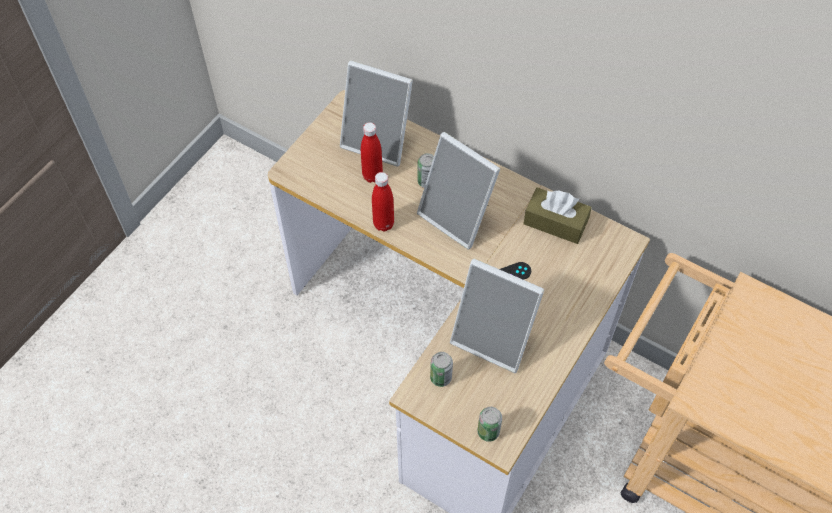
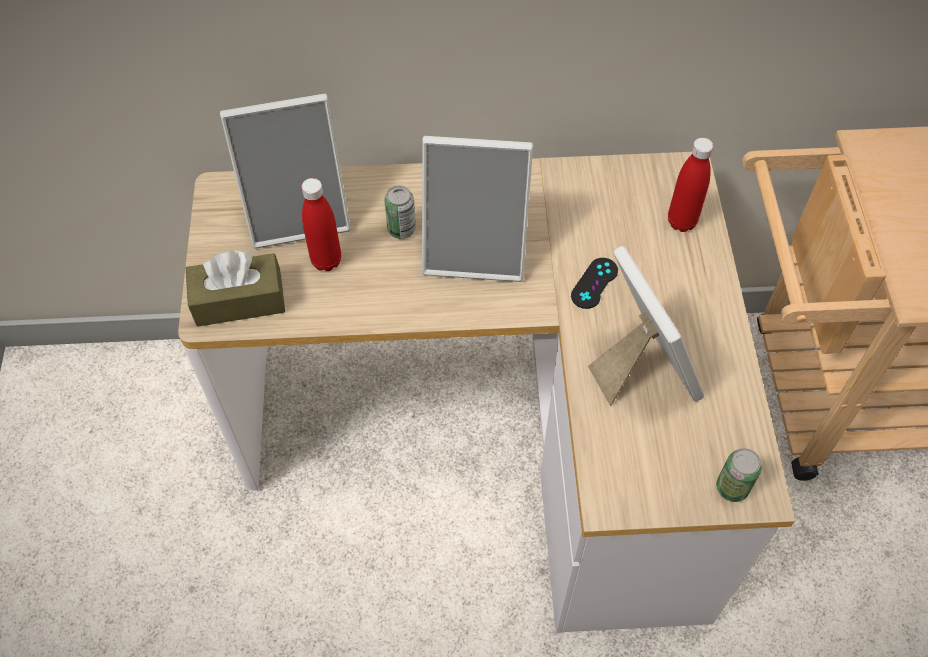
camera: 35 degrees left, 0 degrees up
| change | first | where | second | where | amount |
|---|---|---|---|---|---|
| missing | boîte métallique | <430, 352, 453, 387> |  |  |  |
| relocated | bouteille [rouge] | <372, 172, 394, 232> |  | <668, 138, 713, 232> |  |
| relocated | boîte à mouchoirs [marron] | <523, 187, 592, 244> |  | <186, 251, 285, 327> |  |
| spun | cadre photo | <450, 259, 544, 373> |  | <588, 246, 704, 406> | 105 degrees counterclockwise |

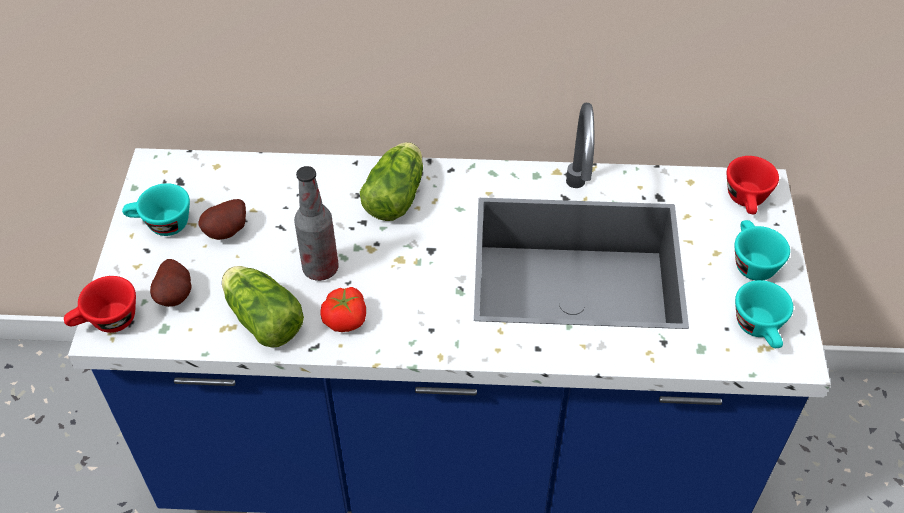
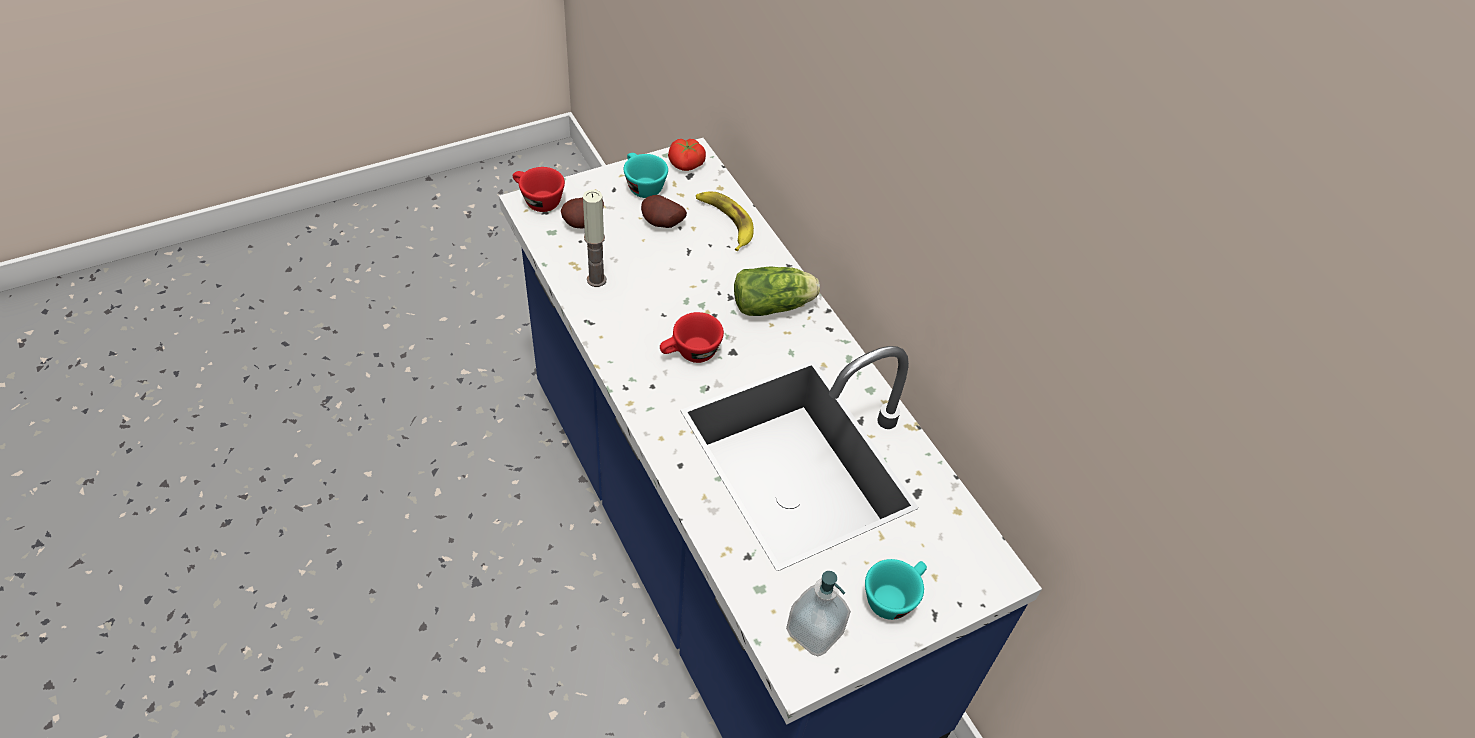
camera: 55 degrees right, 0 degrees up
| change | first | where | second | where | amount |
|---|---|---|---|---|---|
| missing | bouteille | <294, 166, 339, 281> |  |  |  |
| appeared |  |  | banane | <696, 191, 754, 251> |  |
| relocated | tomate | <320, 287, 366, 332> |  | <668, 139, 706, 171> |  |
| relocated | tasse [rouge] | <727, 156, 779, 214> |  | <660, 312, 724, 363> |  |
| exchanged | laitue | <222, 266, 304, 348> | bougie | <583, 190, 606, 287> |  |
| exchanged | tasse [turquoise] | <735, 280, 793, 348> | distributeur de savon | <786, 571, 851, 656> |  |

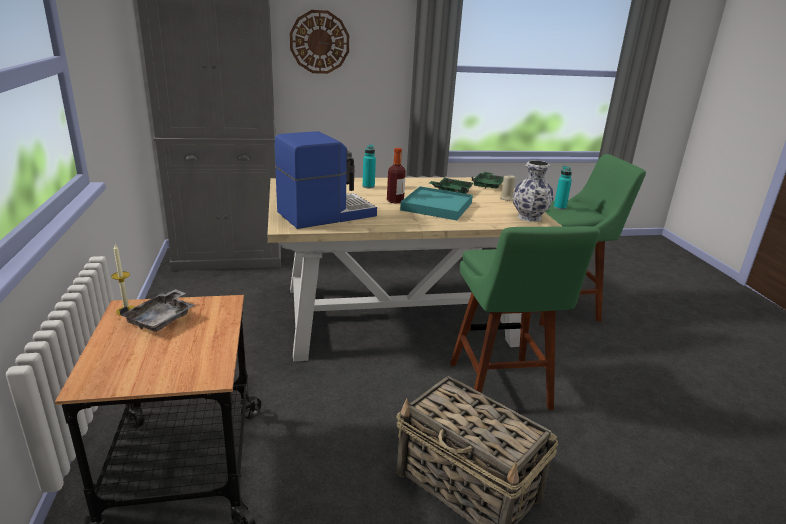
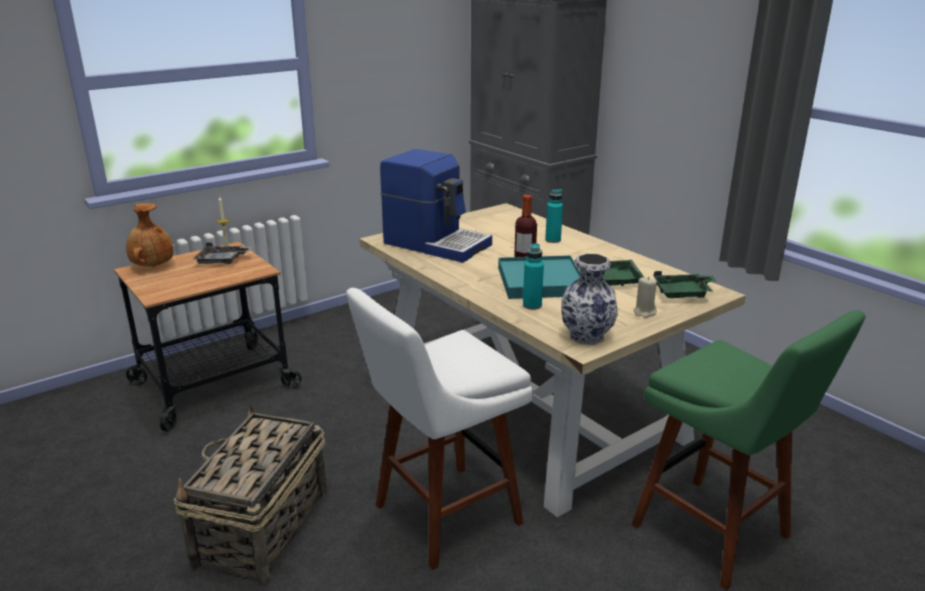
camera: 65 degrees right, 0 degrees up
| change | first | where | second | where | amount |
|---|---|---|---|---|---|
| missing | horloge murale | <290, 10, 349, 74> |  |  |  |
| appeared |  |  | vase [marron] | <126, 203, 173, 267> |  |
| relocated | bouteille [turquoise] | <554, 166, 572, 210> |  | <523, 243, 544, 310> |  |
| colour | tabouret [vert] | <450, 226, 600, 410> | tabouret [blanc] | <346, 288, 534, 570> |  |

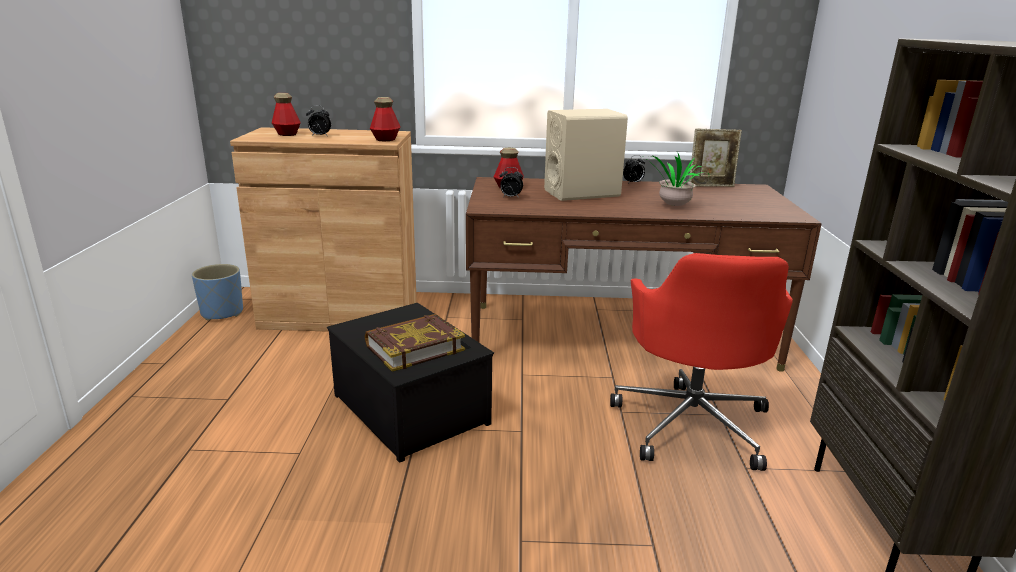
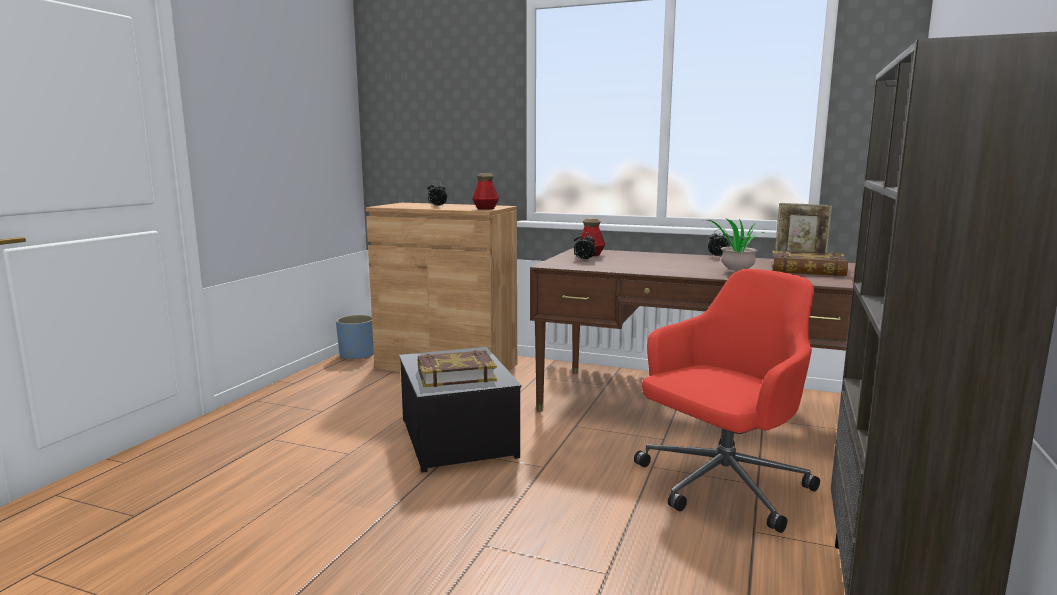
camera: 20 degrees right, 10 degrees down
| change | first | where | second | where | amount |
|---|---|---|---|---|---|
| missing | bouteille | <272, 93, 301, 136> |  |  |  |
| missing | enceinte [beige] | <544, 109, 628, 201> |  |  |  |
| appeared |  |  | livre | <771, 251, 848, 276> |  |
| spun | chaise de bureau [rouge] | <610, 253, 793, 471> |  | <634, 269, 820, 533> | 150 degrees counterclockwise |

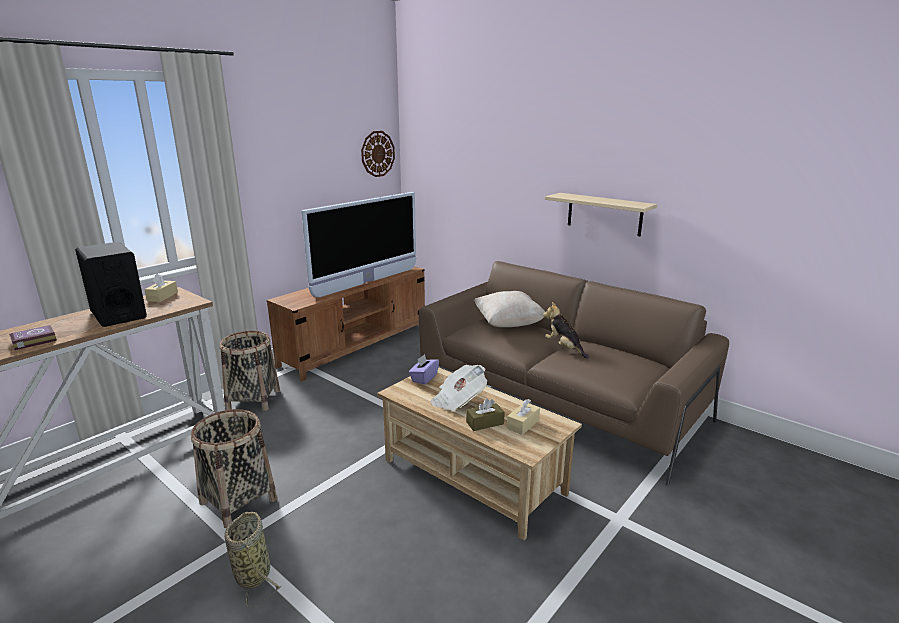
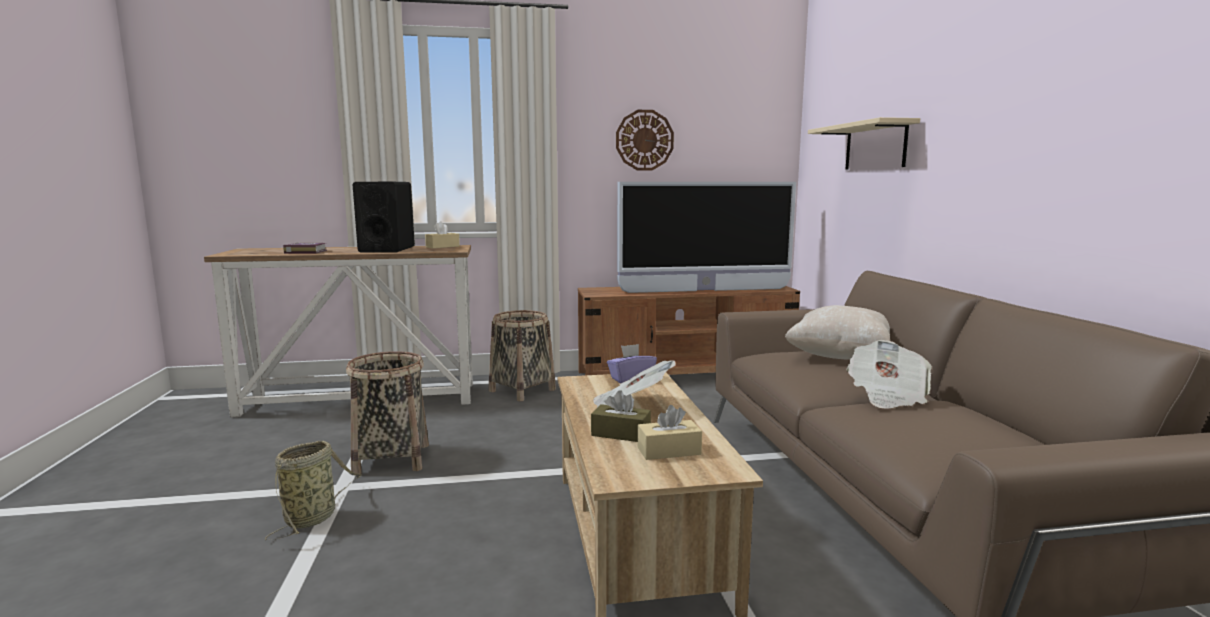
camera: 40 degrees right, 10 degrees down
| change | first | where | second | where | amount |
|---|---|---|---|---|---|
| relocated | horloge murale | <361, 131, 395, 177> |  | <616, 110, 674, 170> |  |
| relocated | étagère [beige] | <545, 193, 657, 236> |  | <808, 117, 920, 169> |  |
| exchanged | peluche | <543, 302, 589, 359> | journal | <846, 340, 932, 409> |  |

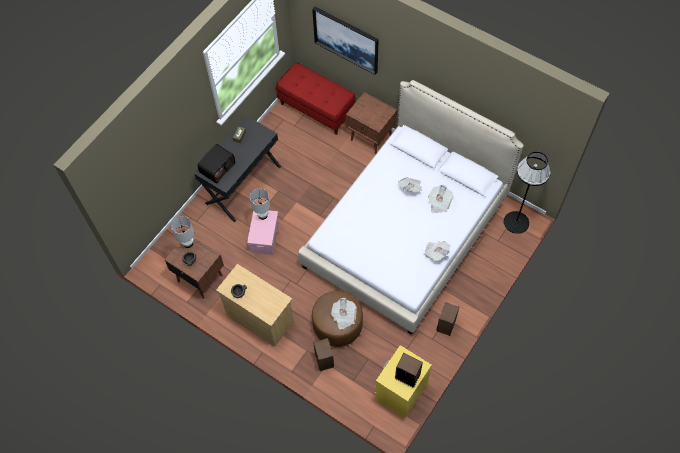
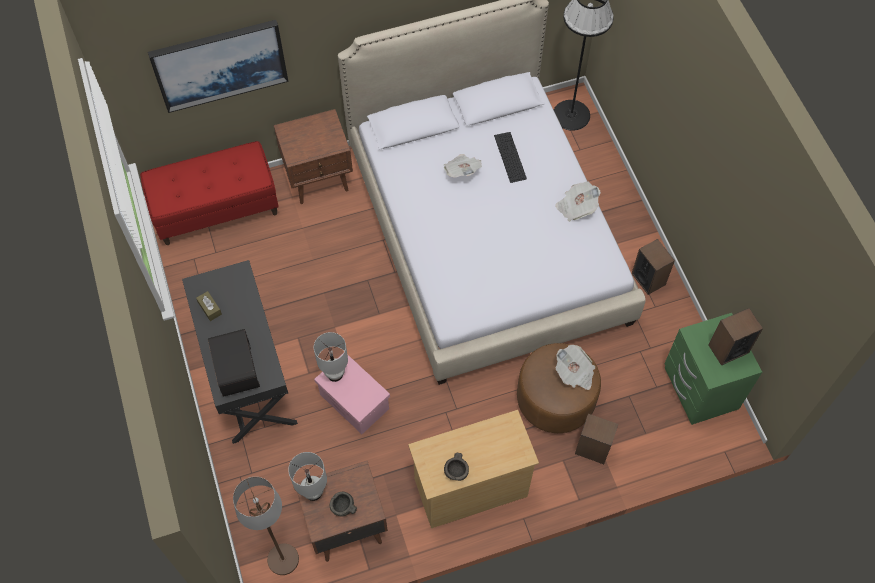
camera: 55 degrees left, 0 degrees up
| change | first | where | second | where | amount |
|---|---|---|---|---|---|
| appeared |  |  | lampadaire [marron] | <233, 477, 299, 575> |  |
| exchanged | journal | <428, 185, 453, 213> | clavier | <494, 132, 527, 183> |  |
| colour | table de chevet [jaune] | <375, 345, 432, 419> | table de chevet [vert] | <664, 313, 762, 425> |  |

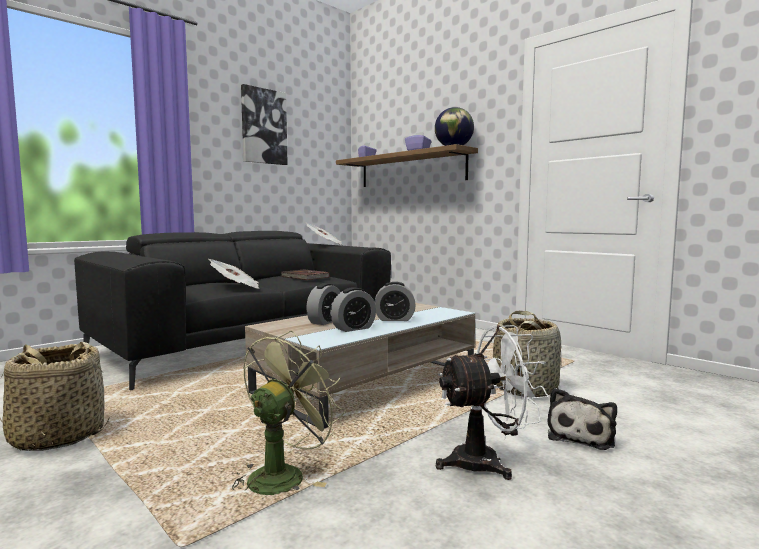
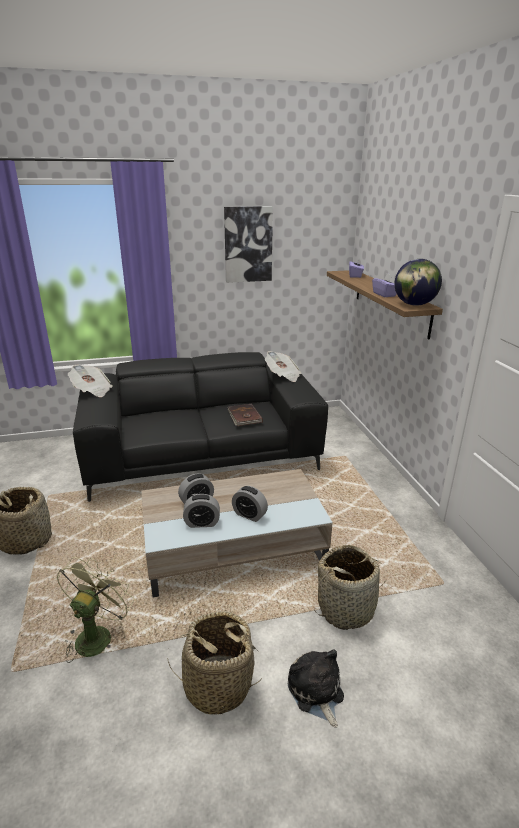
camera: 30 degrees right, 20 degrees up
| change | first | where | second | where | amount |
|---|---|---|---|---|---|
| relocated | journal | <209, 259, 260, 289> |  | <68, 365, 113, 397> |  |
| exchanged | ventilateur [blanc] | <436, 325, 549, 480> | panier | <167, 611, 260, 715> |  |
| spun | ventilateur [vert] | <232, 331, 346, 495> |  | <57, 557, 134, 663> | 45 degrees counterclockwise |
| spun | peluche | <547, 388, 617, 450> |  | <288, 649, 344, 728> | 105 degrees clockwise |

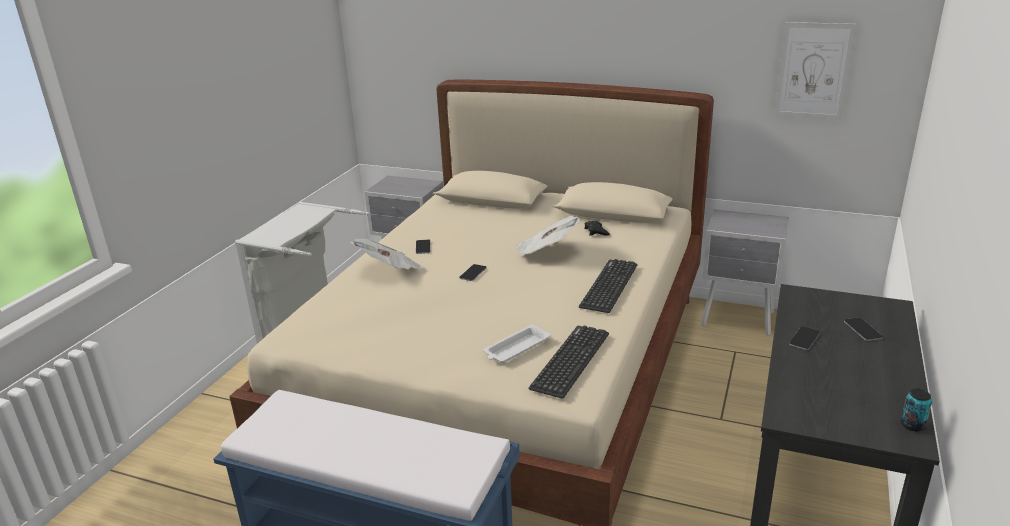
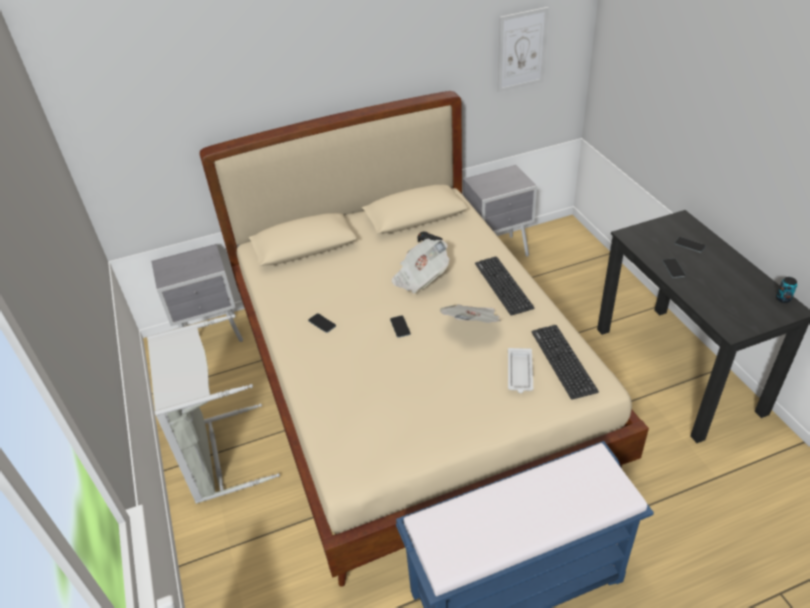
camera: 40 degrees left, 15 degrees up
| change | first | where | second | where | amount |
|---|---|---|---|---|---|
| relocated | journal | <350, 238, 425, 270> |  | <440, 304, 501, 323> |  |

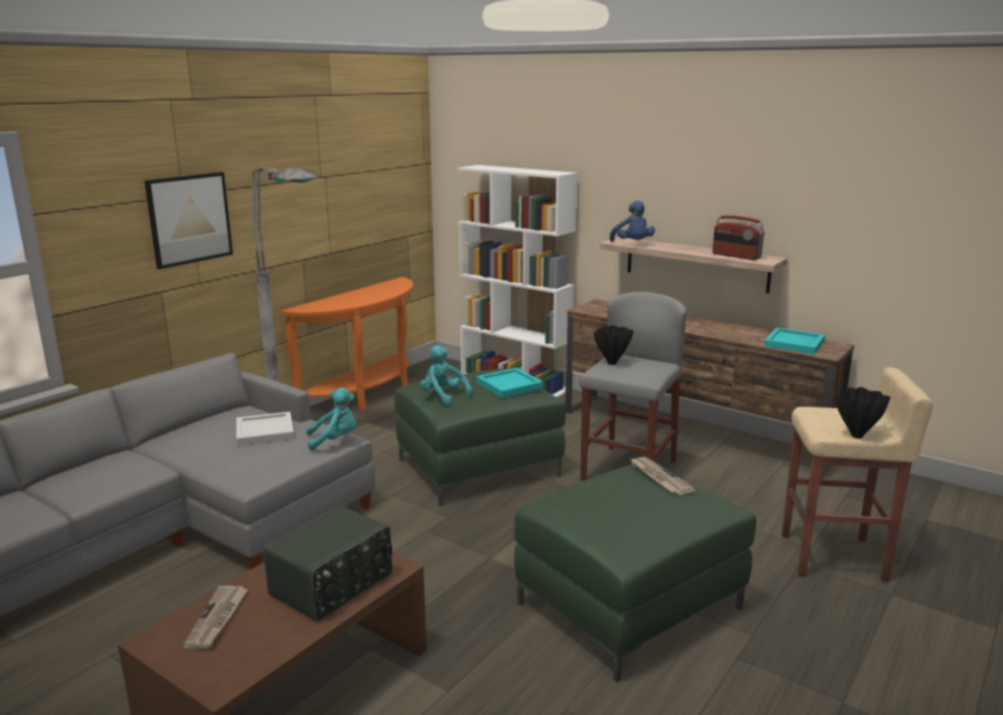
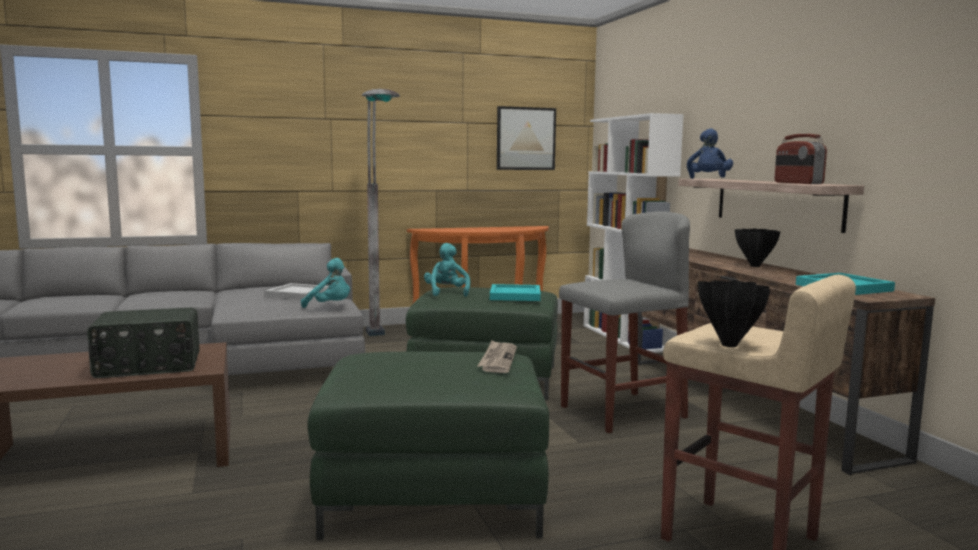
camera: 35 degrees right, 10 degrees down
| change | first | where | second | where | amount |
|---|---|---|---|---|---|
| missing | journal | <183, 586, 248, 649> |  |  |  |
| relocated | tableau | <144, 172, 233, 269> |  | <497, 106, 556, 170> |  |
| relocated | vase [noir] | <594, 325, 634, 365> |  | <735, 229, 780, 267> |  |

